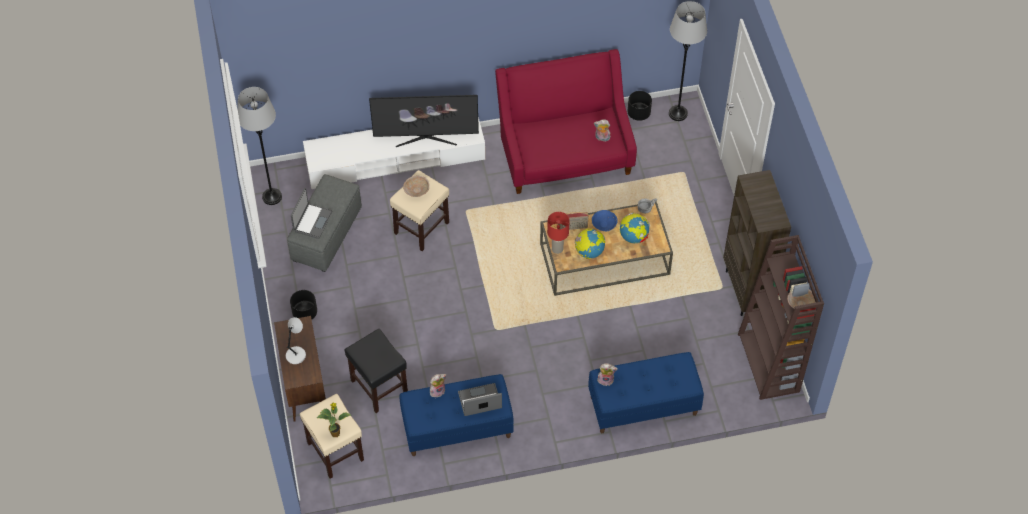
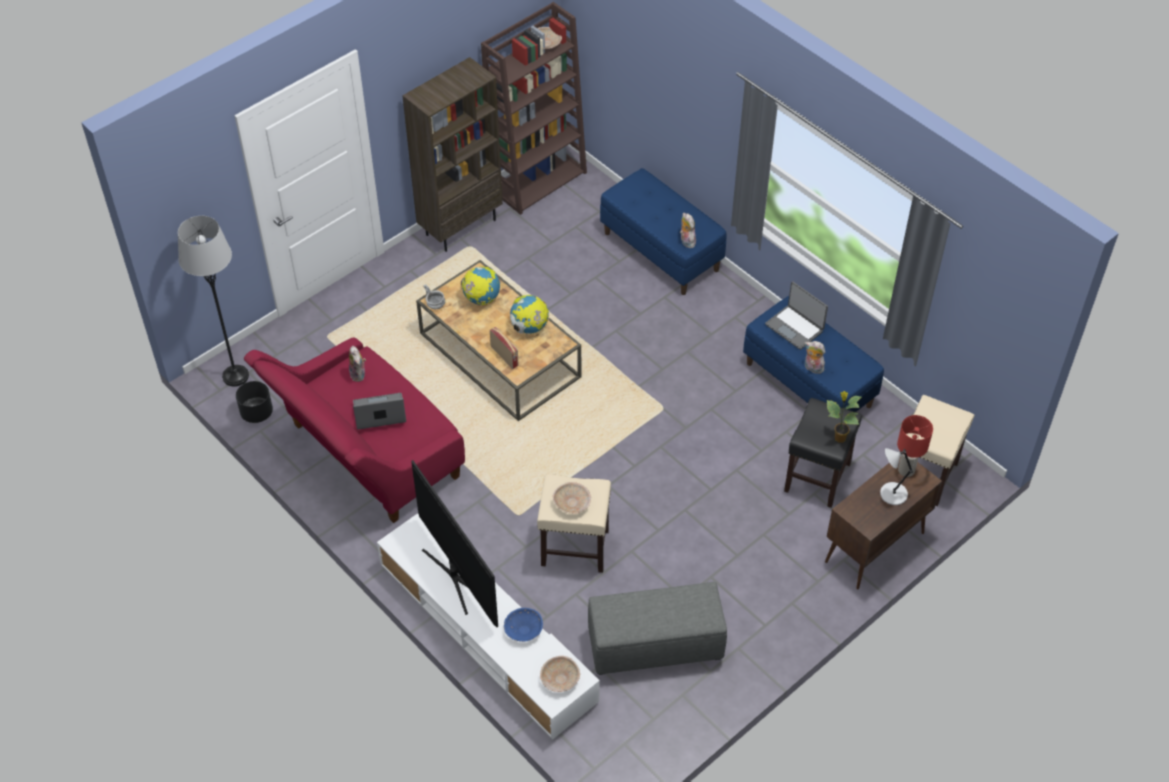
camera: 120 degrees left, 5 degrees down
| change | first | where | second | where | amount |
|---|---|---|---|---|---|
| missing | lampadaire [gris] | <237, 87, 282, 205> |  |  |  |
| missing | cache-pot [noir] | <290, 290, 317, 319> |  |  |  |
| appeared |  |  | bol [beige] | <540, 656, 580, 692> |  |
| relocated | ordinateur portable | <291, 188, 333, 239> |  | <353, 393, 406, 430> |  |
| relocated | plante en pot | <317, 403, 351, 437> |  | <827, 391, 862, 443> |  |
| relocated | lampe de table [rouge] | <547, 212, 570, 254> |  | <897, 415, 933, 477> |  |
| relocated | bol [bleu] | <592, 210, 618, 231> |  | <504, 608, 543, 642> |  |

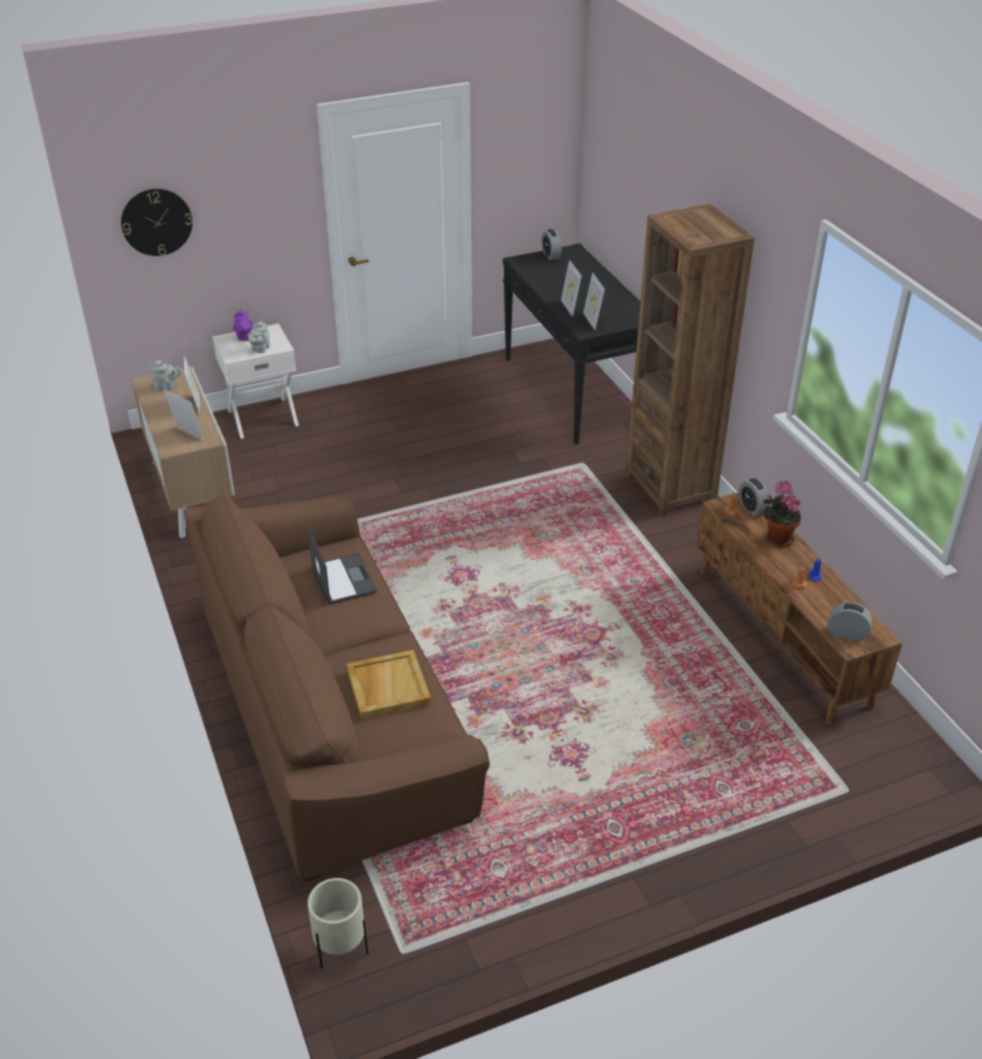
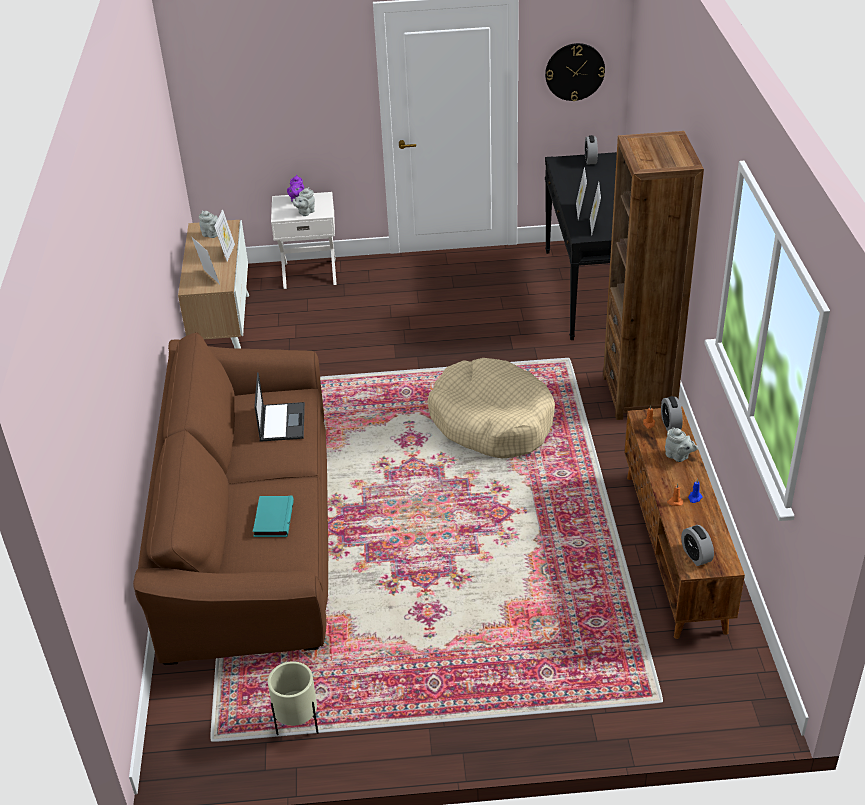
camera: 20 degrees right, 0 degrees up
| change | first | where | second | where | amount |
|---|---|---|---|---|---|
| appeared |  |  | panier pour chien [beige] | <428, 358, 555, 458> |  |
| relocated | horloge murale | <121, 189, 193, 256> |  | <545, 43, 605, 101> |  |
| relocated | cache-pot [beige] | <308, 878, 368, 969> |  | <268, 661, 318, 735> |  |
| exchanged | plateau [beige] | <347, 650, 431, 720> | livre [turquoise] | <253, 495, 294, 537> |  |
| exchanged | plante en pot | <763, 481, 801, 547> | théière [gris] | <665, 427, 698, 462> |  |
| spun | réveil | <829, 602, 872, 641> |  | <681, 525, 714, 566> | 150 degrees counterclockwise |

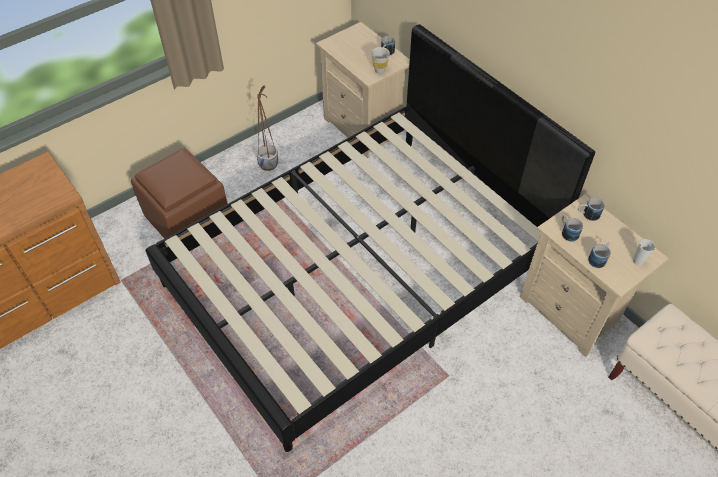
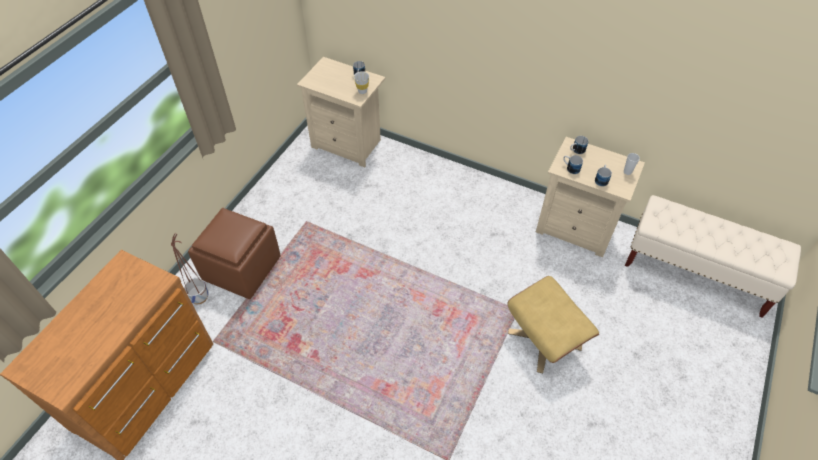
camera: 25 degrees left, 0 degrees up
| change | first | where | second | where | amount |
|---|---|---|---|---|---|
| missing | lit [noir] | <146, 24, 595, 452> |  |  |  |
| appeared |  |  | pouf [beige] | <508, 276, 599, 373> |  |
| relocated | cache-pot | <256, 85, 279, 171> |  | <171, 233, 209, 304> |  |

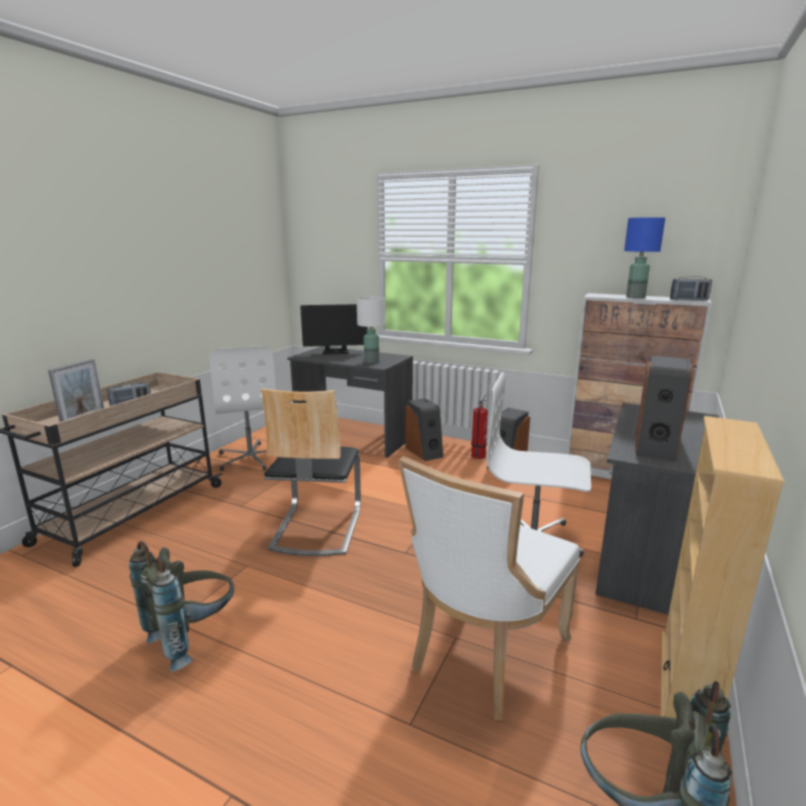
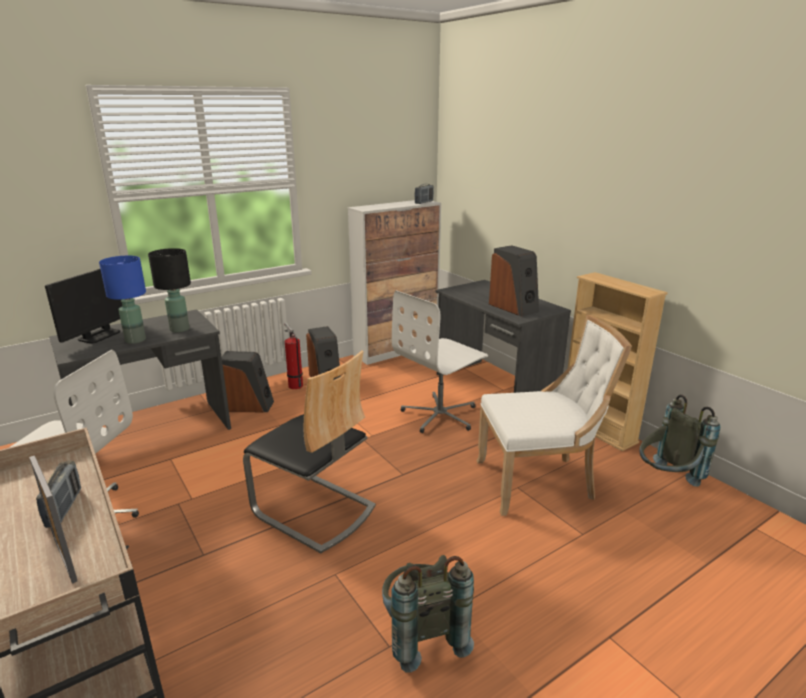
camera: 60 degrees left, 5 degrees up
| change | first | where | second | where | amount |
|---|---|---|---|---|---|
| relocated | lampe de table [bleu] | <624, 217, 665, 299> |  | <99, 256, 146, 344> |  |
| colour | lampe de table [blanc] | <356, 296, 385, 363> | lampe de table [noir] | <148, 248, 191, 332> |  |
| spun | chaise [blanc] | <398, 456, 580, 720> |  | <476, 315, 632, 516> | 75 degrees counterclockwise |

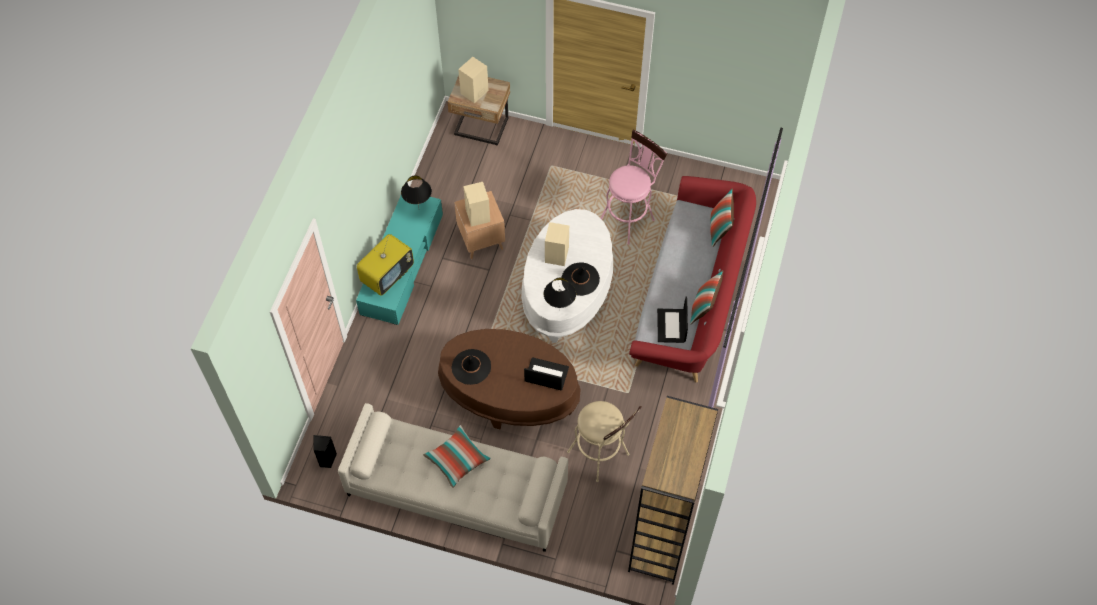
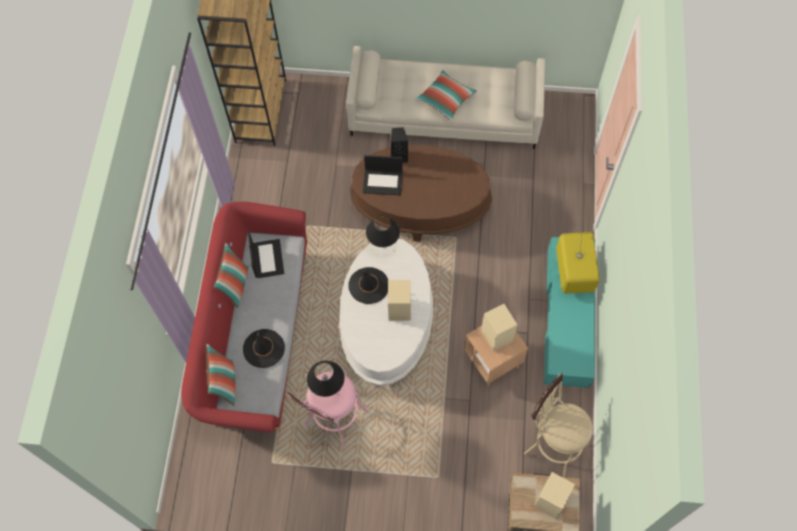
camera: 170 degrees right, 5 degrees up
| change | first | where | second | where | amount |
|---|---|---|---|---|---|
| relocated | enceinte [noir] | <313, 435, 337, 468> |  | <390, 127, 408, 163> |  |
| relocated | lampe de table [noir] | <401, 175, 432, 207> |  | <307, 361, 345, 397> |  |
| relocated | chapeau [noir] | <452, 349, 491, 385> |  | <243, 329, 285, 368> |  |
| relocated | tabouret [beige] | <567, 401, 642, 482> |  | <524, 373, 593, 477> |  |
| spun | téléviseur | <357, 234, 414, 296> |  | <556, 232, 599, 294> | 150 degrees clockwise |

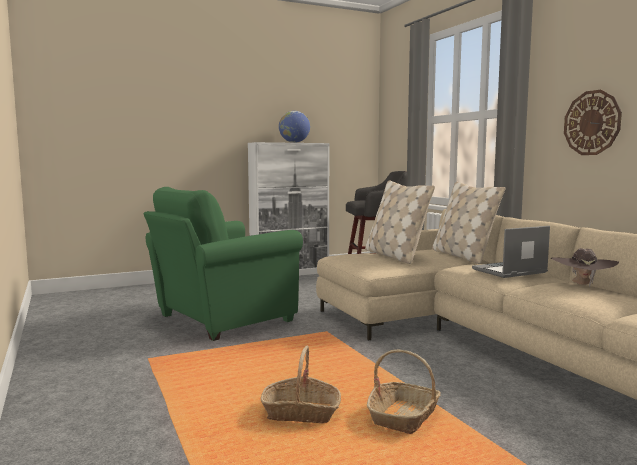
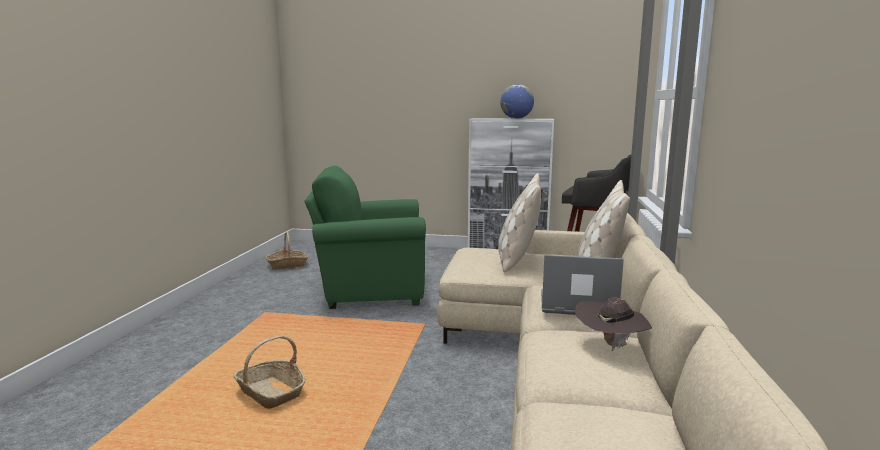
camera: 35 degrees right, 5 degrees up
| change | first | where | second | where | amount |
|---|---|---|---|---|---|
| missing | horloge murale | <564, 90, 622, 155> |  |  |  |
| relocated | panier | <367, 350, 441, 434> |  | <266, 232, 308, 270> |  |

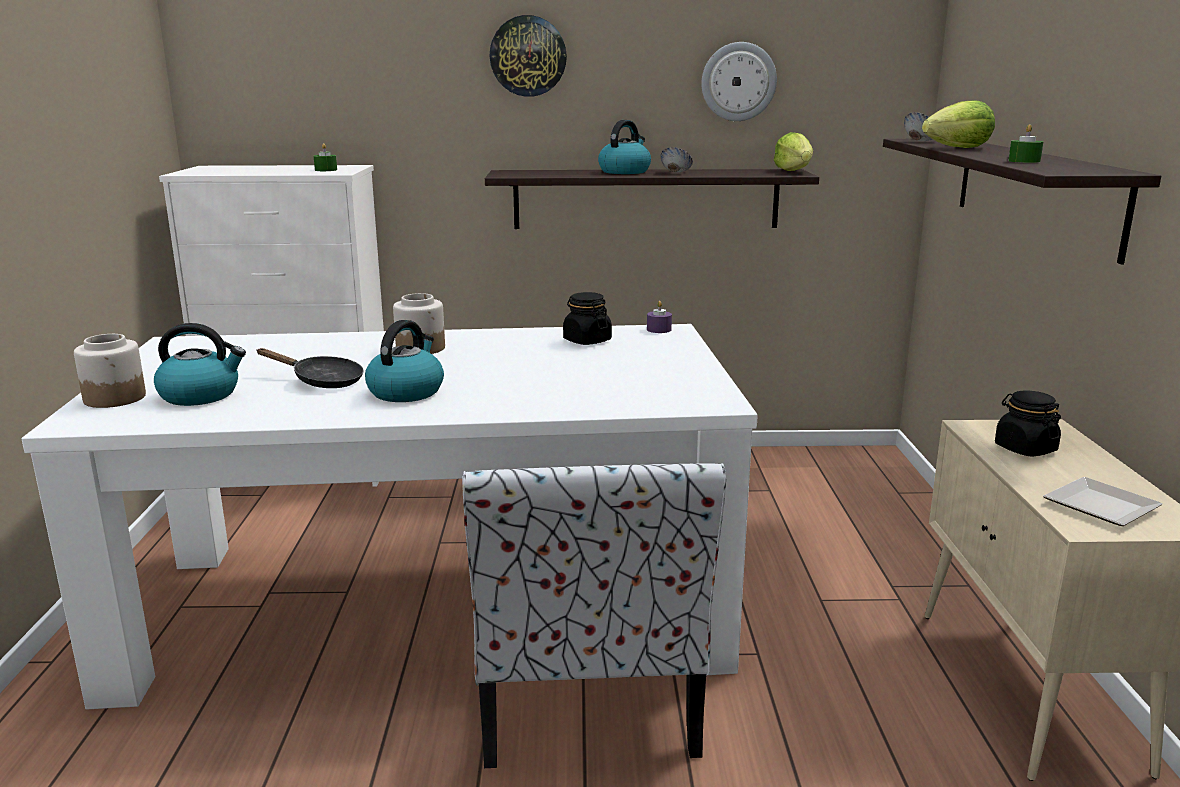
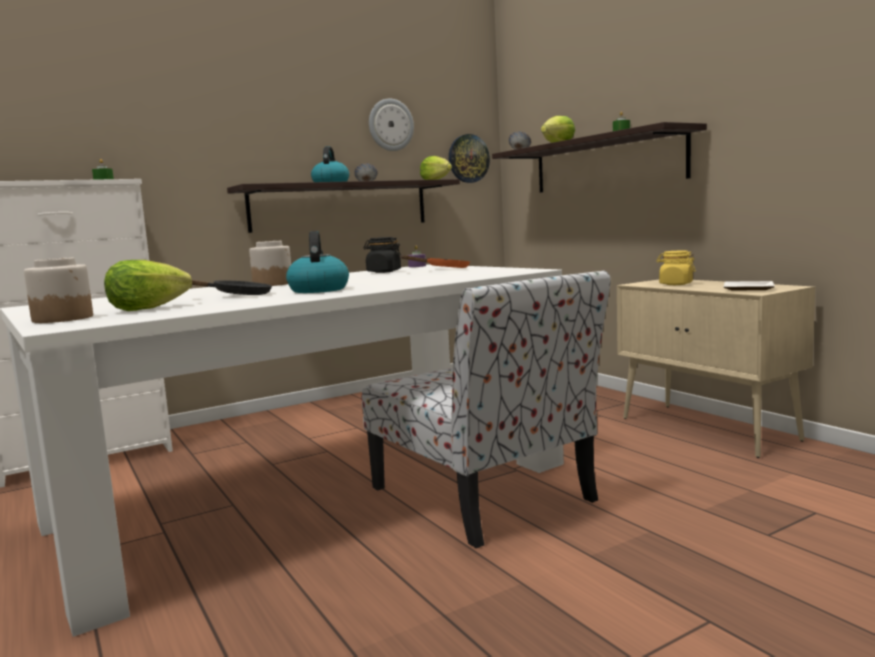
camera: 30 degrees left, 10 degrees down
| change | first | where | second | where | amount |
|---|---|---|---|---|---|
| appeared |  |  | poêle [orange] | <400, 255, 470, 268> |  |
| relocated | horloge murale | <490, 15, 567, 97> |  | <449, 134, 490, 183> |  |
| exchanged | bouilloire | <154, 323, 246, 406> | laitue | <104, 260, 192, 311> |  |
| colour | bocal [noir] | <995, 391, 1061, 457> | bocal [jaune] | <656, 251, 696, 285> |  |

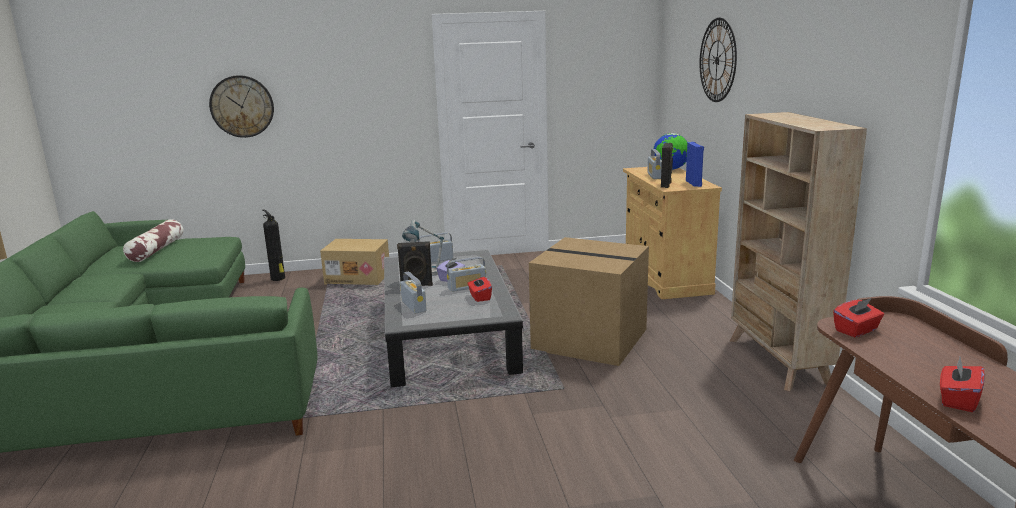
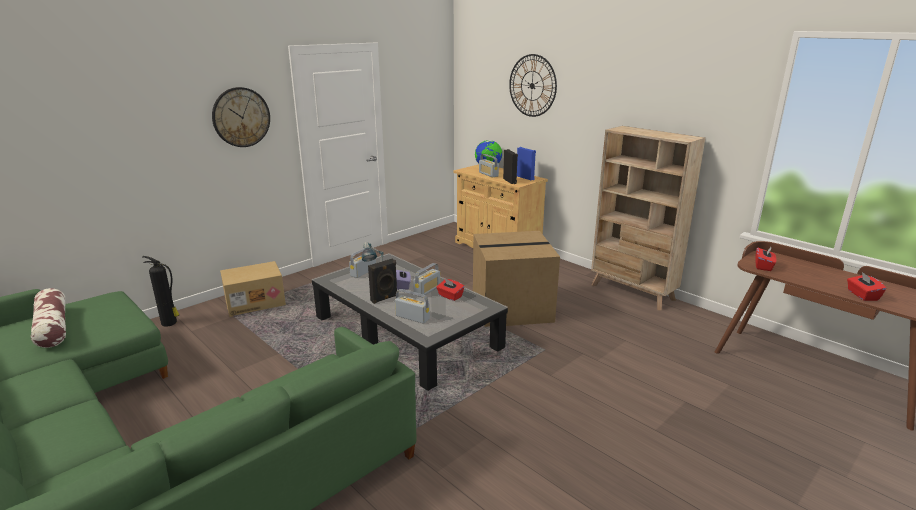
camera: 35 degrees left, 5 degrees up
| change | first | where | second | where | amount |
|---|---|---|---|---|---|
| relocated | horloge murale | <209, 75, 274, 138> |  | <212, 87, 270, 147> |  |

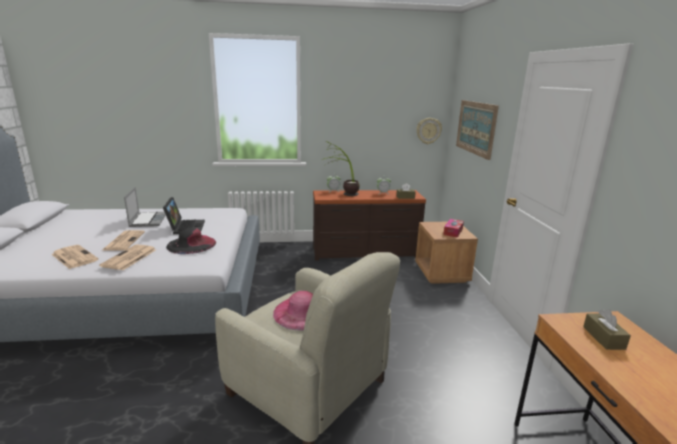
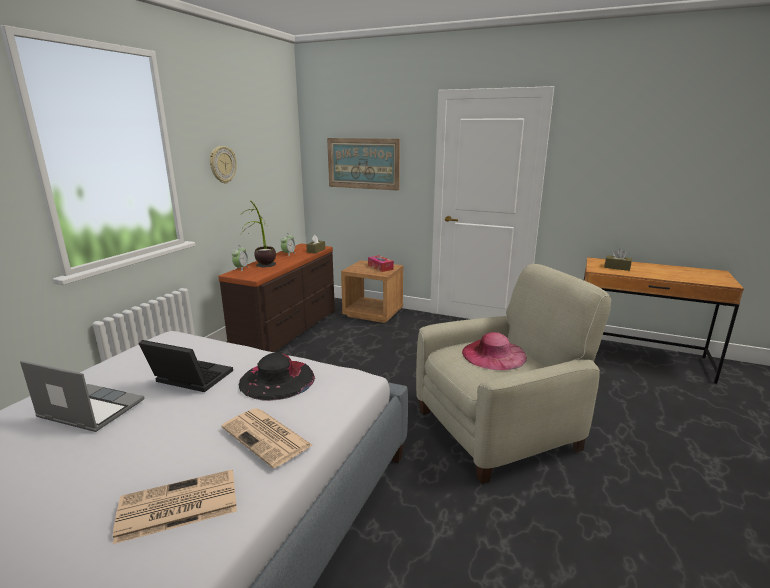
camera: 60 degrees left, 0 degrees up
| change | first | where | second | where | amount |
|---|---|---|---|---|---|
| missing | journal | <103, 230, 145, 251> |  |  |  |
| relocated | horloge murale | <417, 118, 442, 144> |  | <210, 146, 237, 184> |  |

